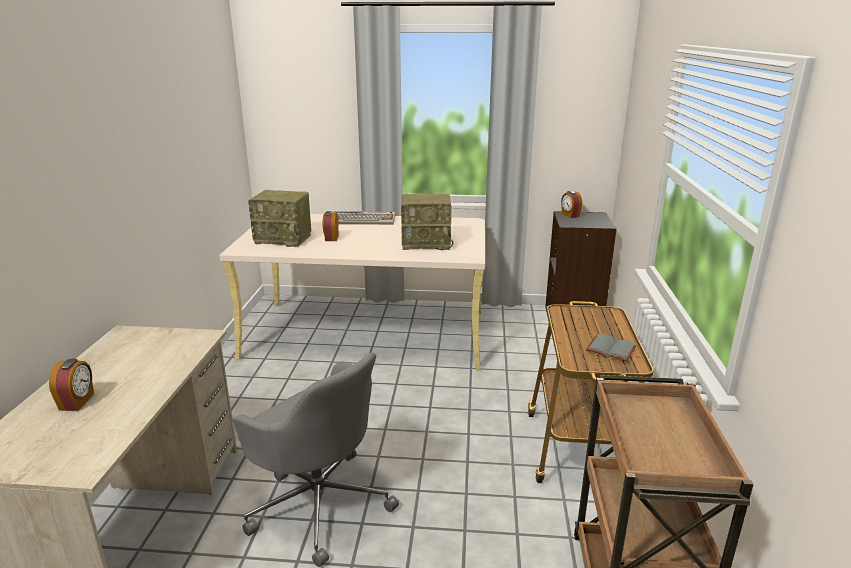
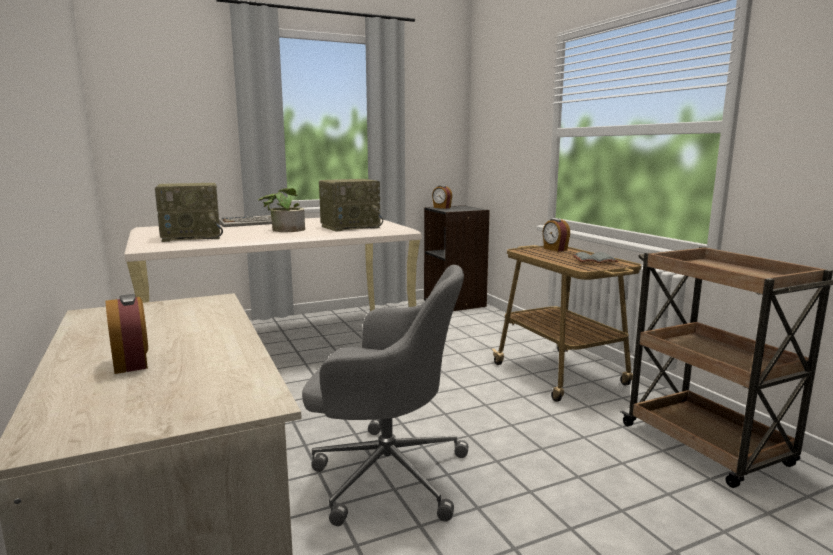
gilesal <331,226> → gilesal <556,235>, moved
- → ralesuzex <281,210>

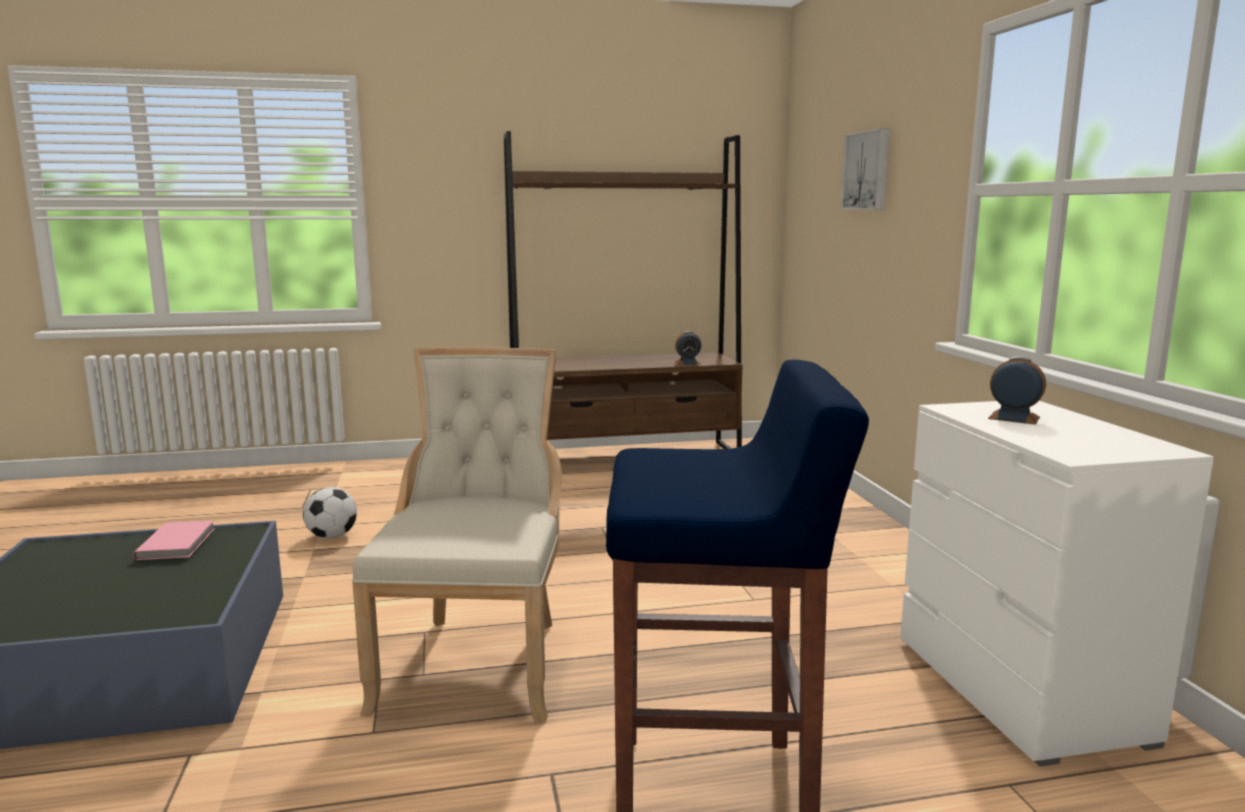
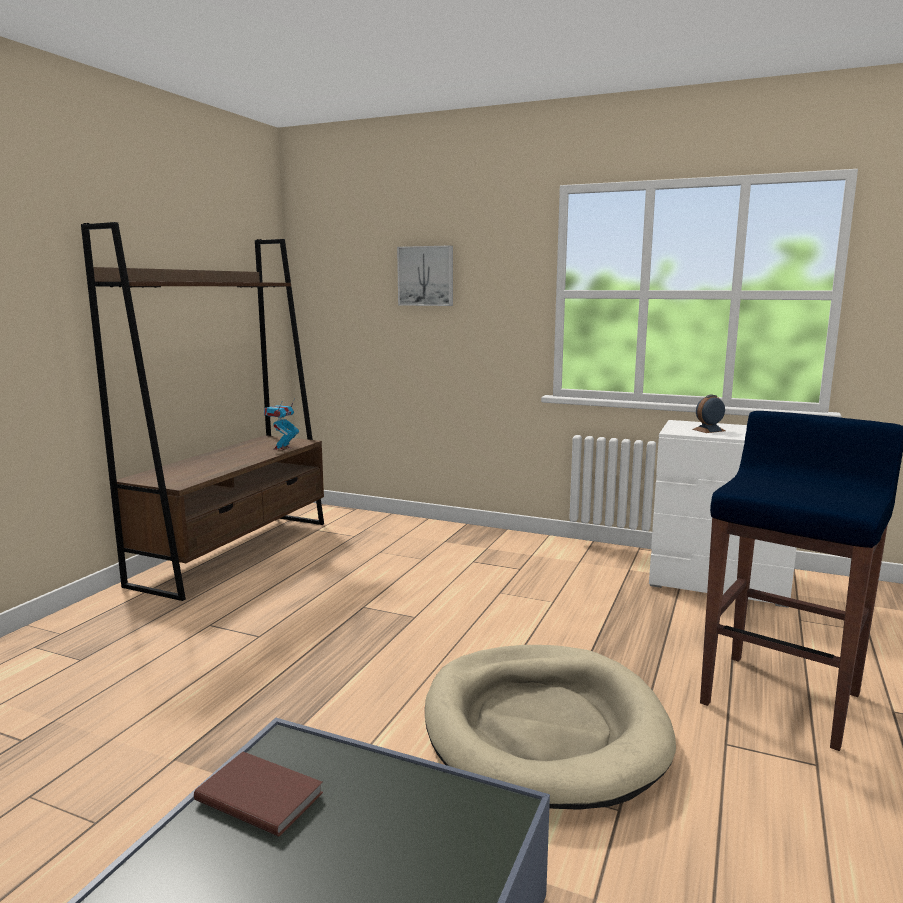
gilesal <688,348> → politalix <281,424>
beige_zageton <457,535> → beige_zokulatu <550,727>
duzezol <330,513> → -
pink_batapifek <174,540> → brown_batapifek <258,794>

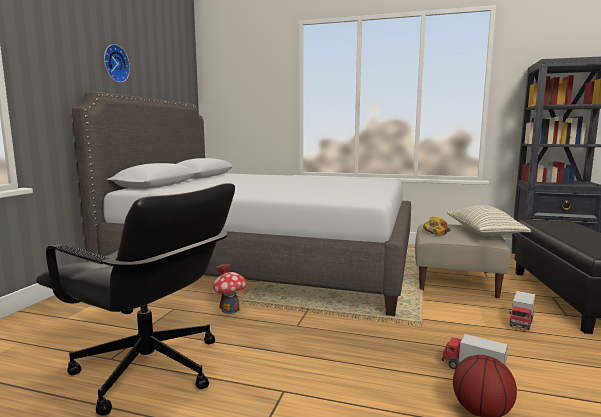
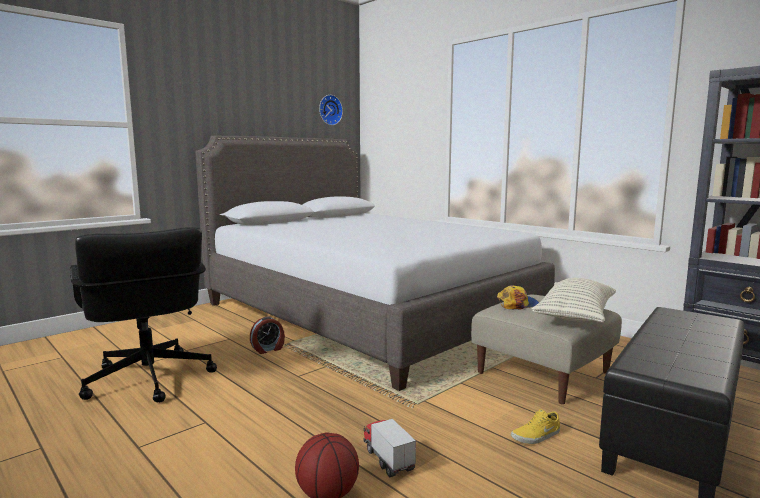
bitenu <117,63> → bitenu <331,110>, moved
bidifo <230,289> → gilesal <267,335>
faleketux <522,310> → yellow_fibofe <535,426>

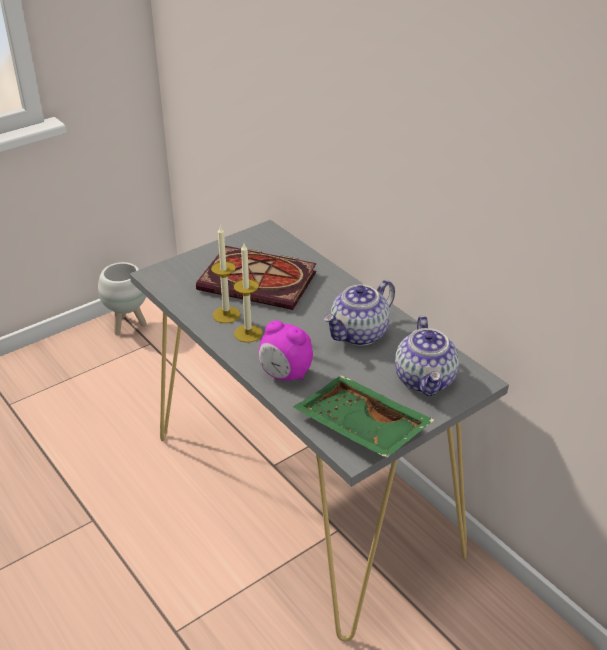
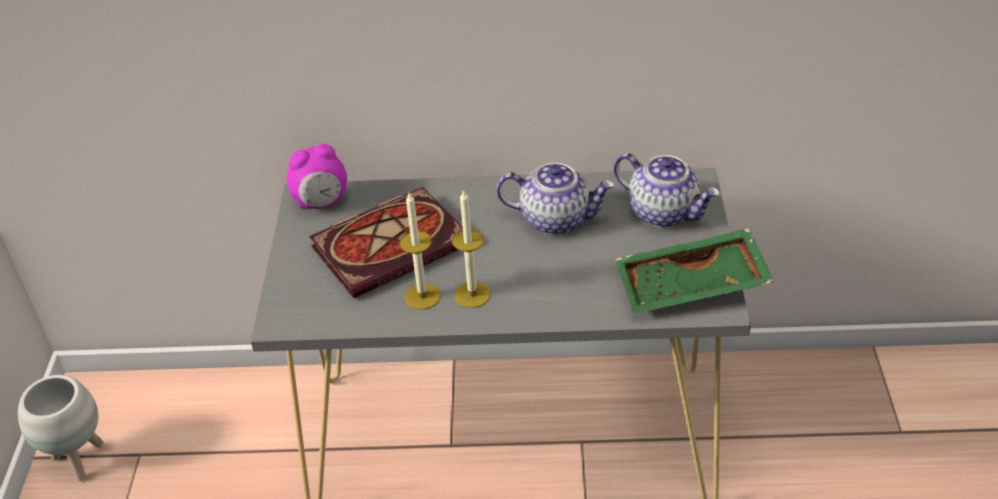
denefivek <359,313> → denefivek <555,199>, 75 degrees counterclockwise
gilesal <285,351> → gilesal <317,176>, moved

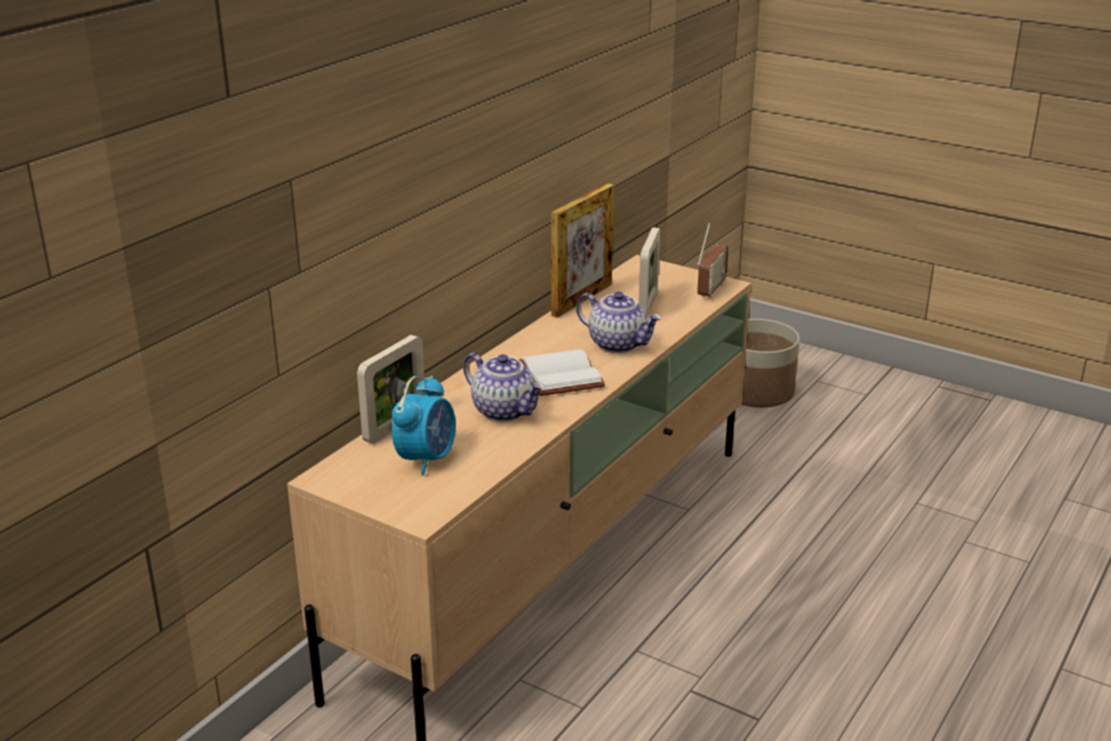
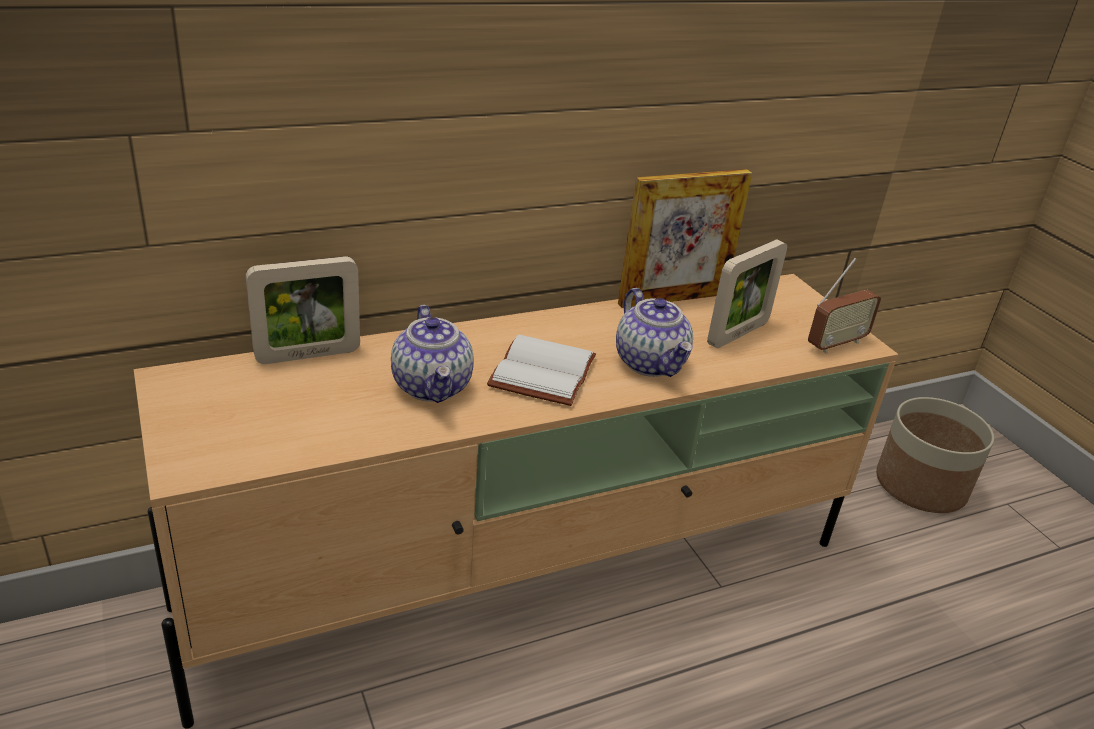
gilesal <424,426> → -

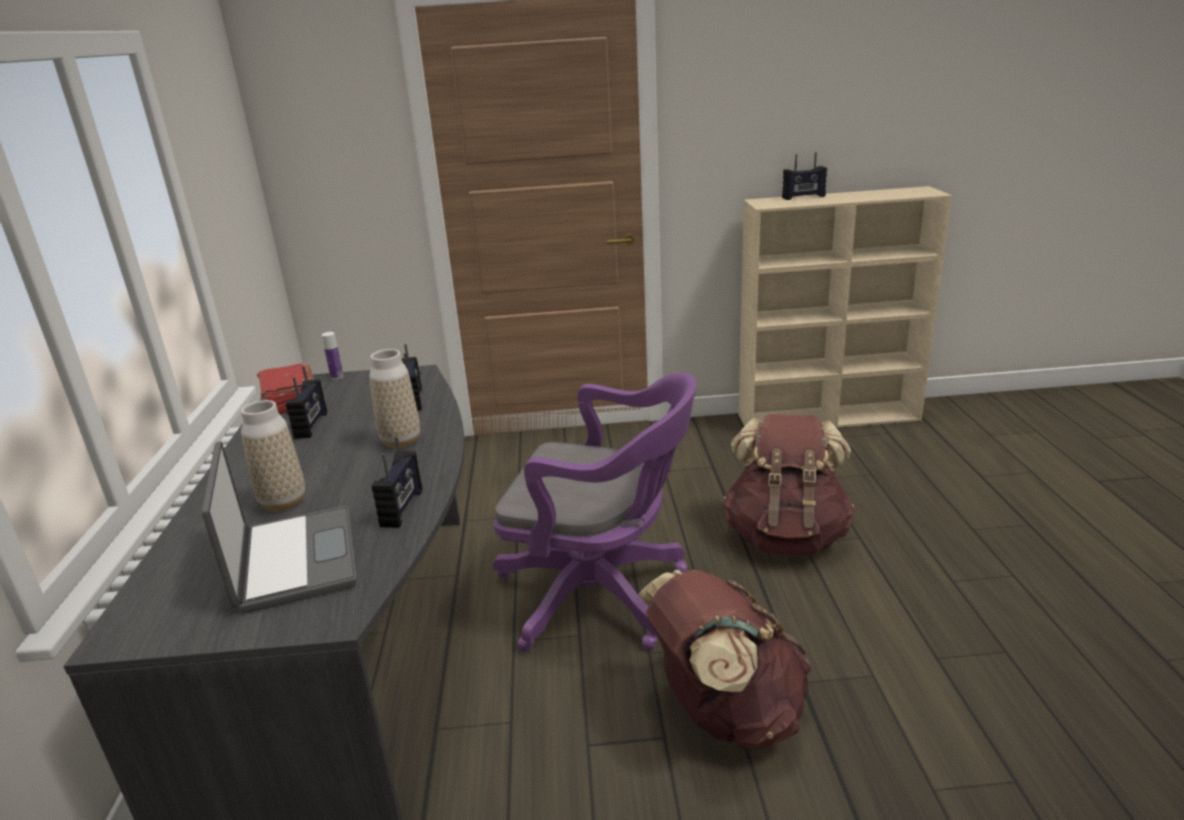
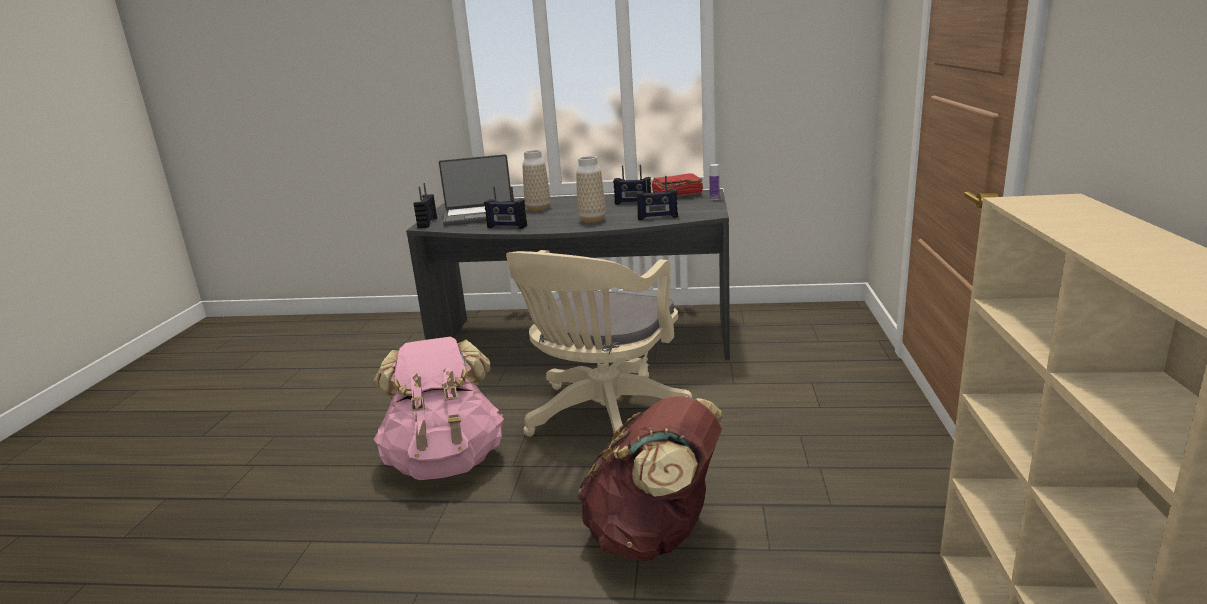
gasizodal <804,176> → gasizodal <425,205>, moved
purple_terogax <594,512> → beige_terogax <599,343>
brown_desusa <725,660> → pink_desusa <439,408>

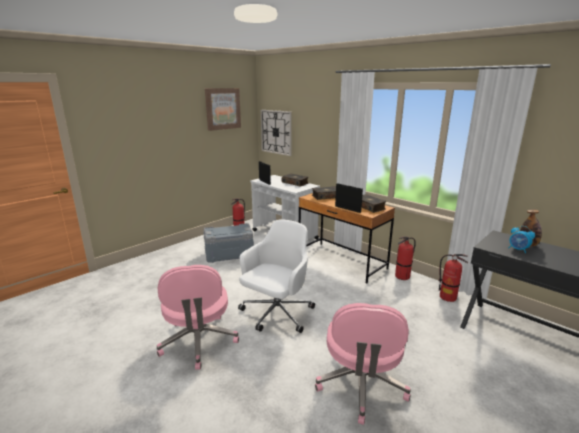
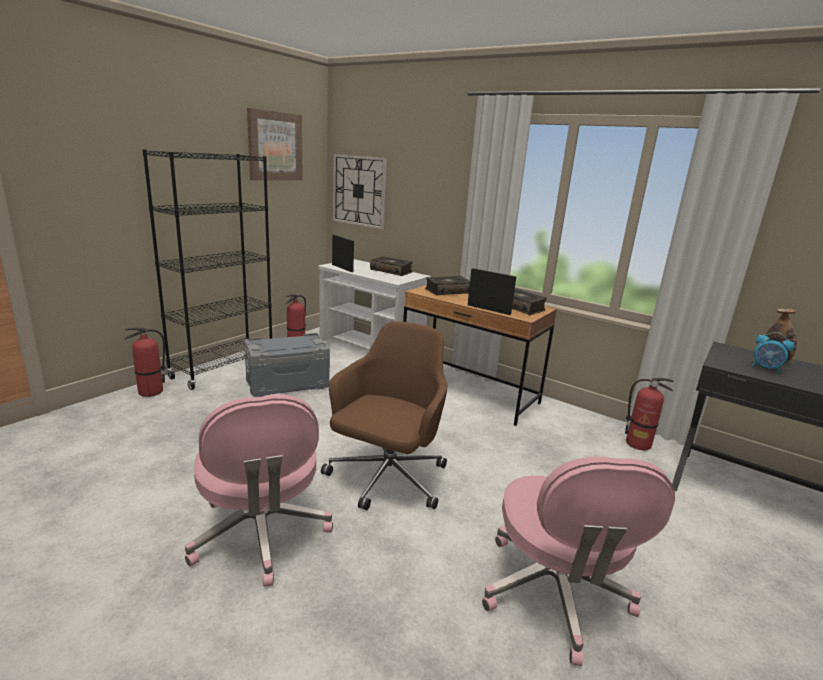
white_terogax <276,276> → brown_terogax <384,415>
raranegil <405,258> → raranegil <145,362>, moved
- → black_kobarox <207,269>

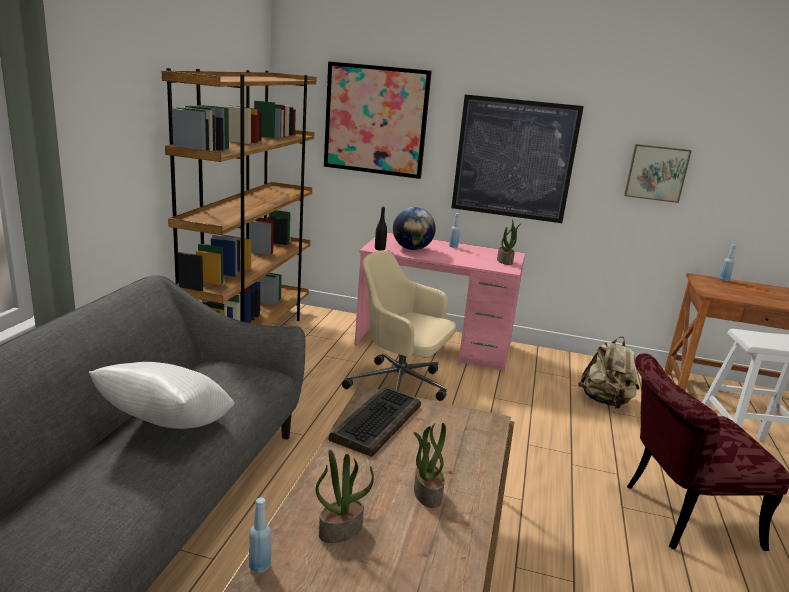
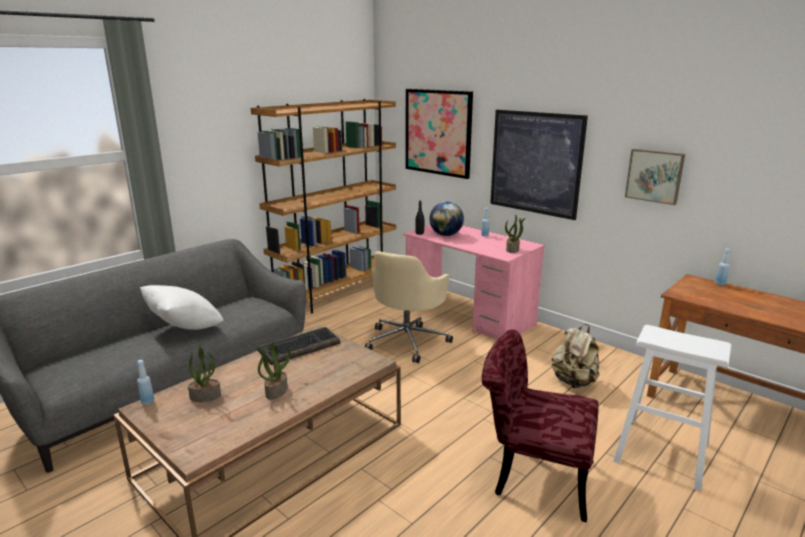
beige_terogax <399,325> → beige_terogax <409,307>, 120 degrees counterclockwise

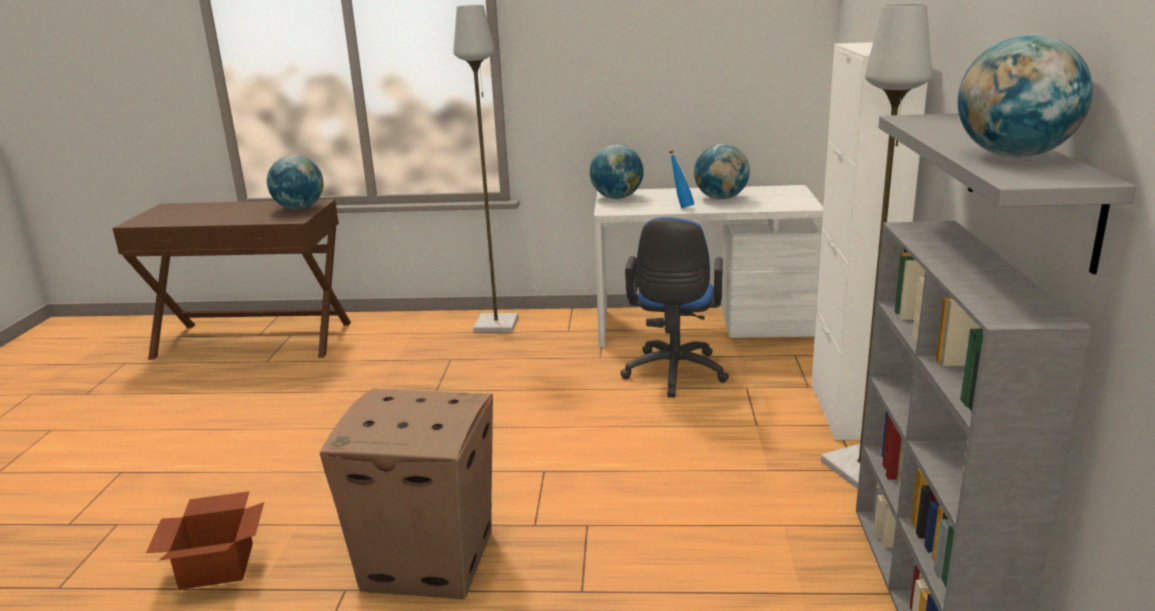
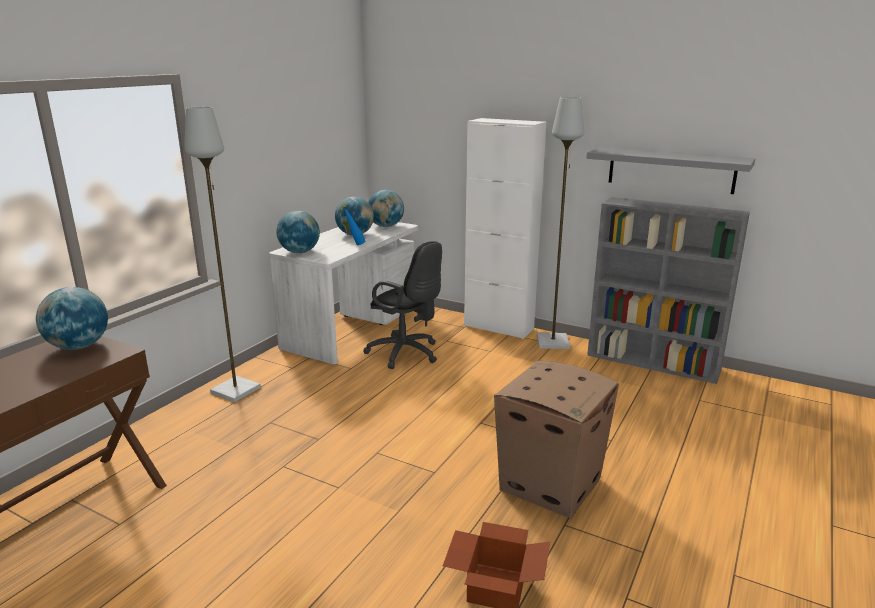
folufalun <1025,96> → folufalun <386,208>, moved
blue_terogax <674,307> → black_terogax <402,305>

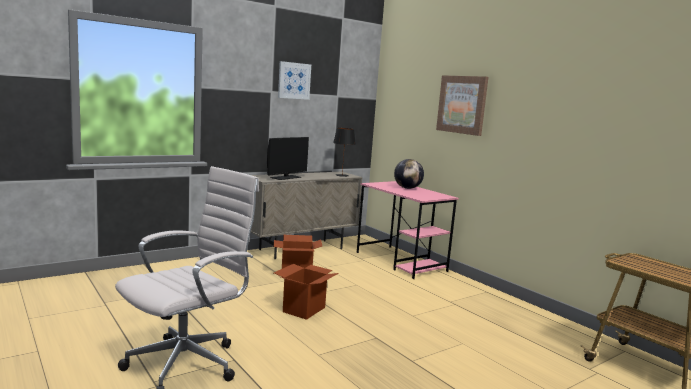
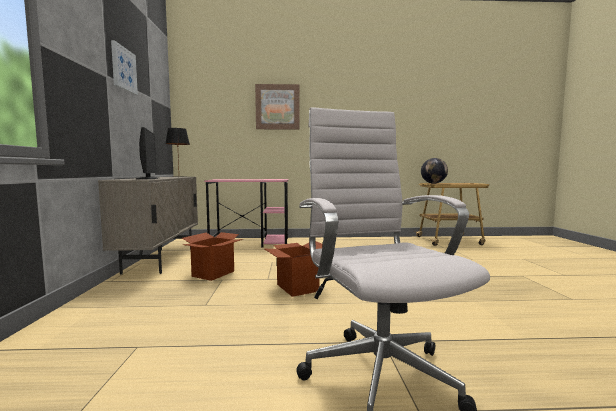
folufalun <409,174> → folufalun <434,171>, moved

